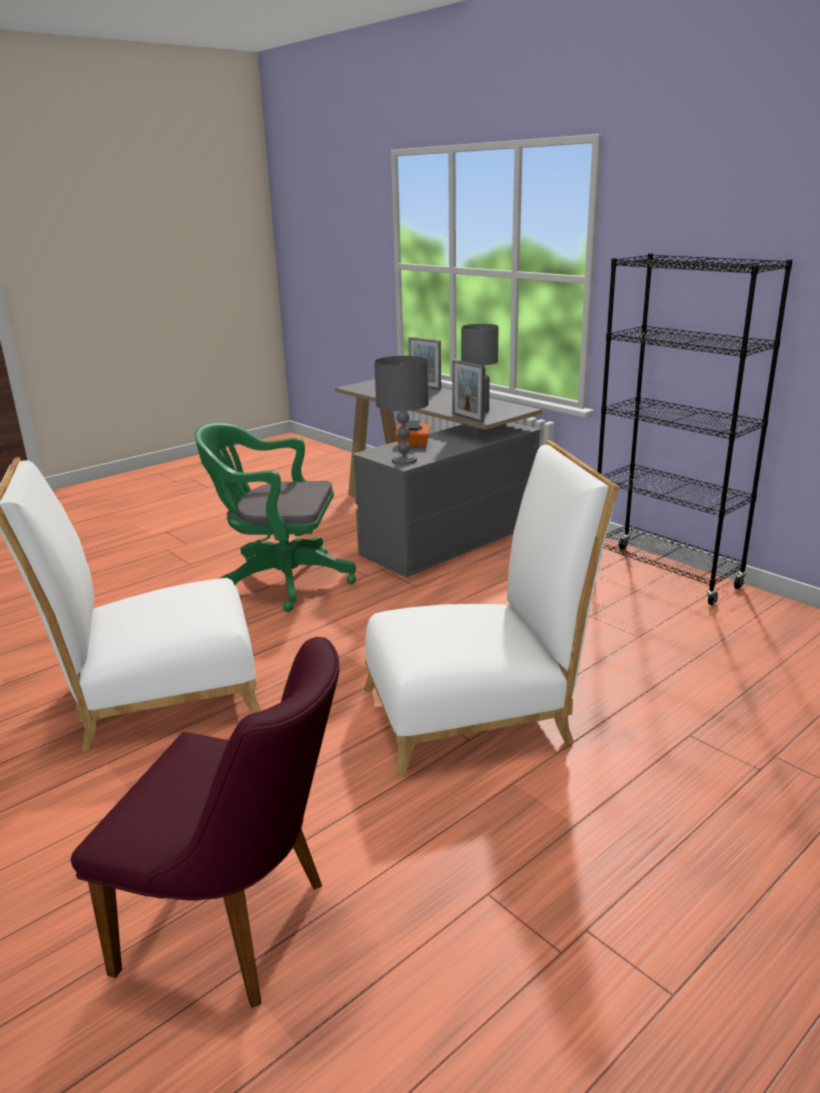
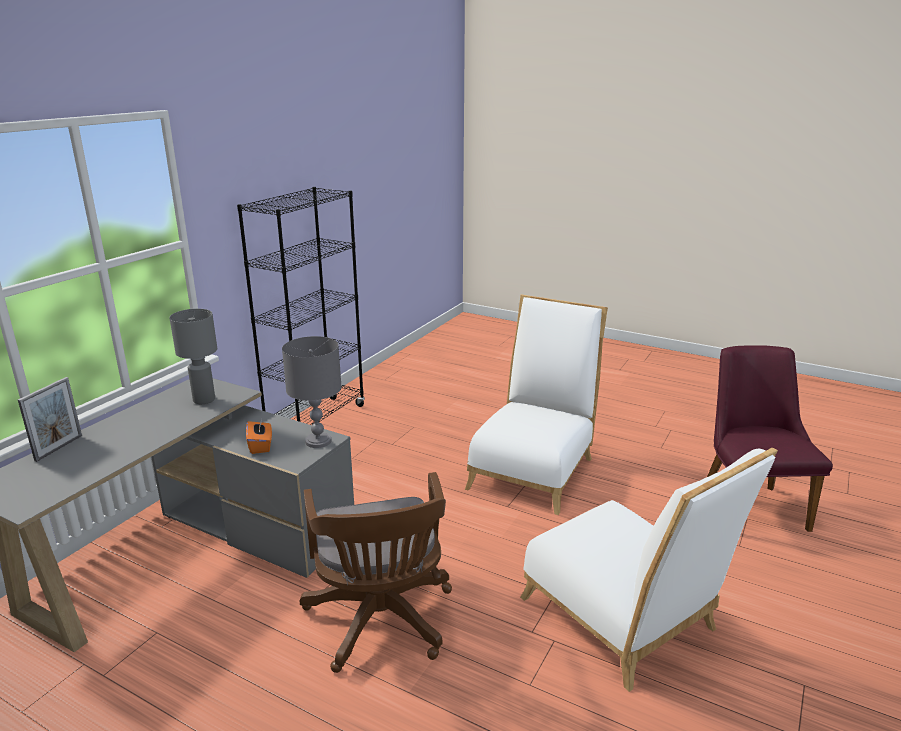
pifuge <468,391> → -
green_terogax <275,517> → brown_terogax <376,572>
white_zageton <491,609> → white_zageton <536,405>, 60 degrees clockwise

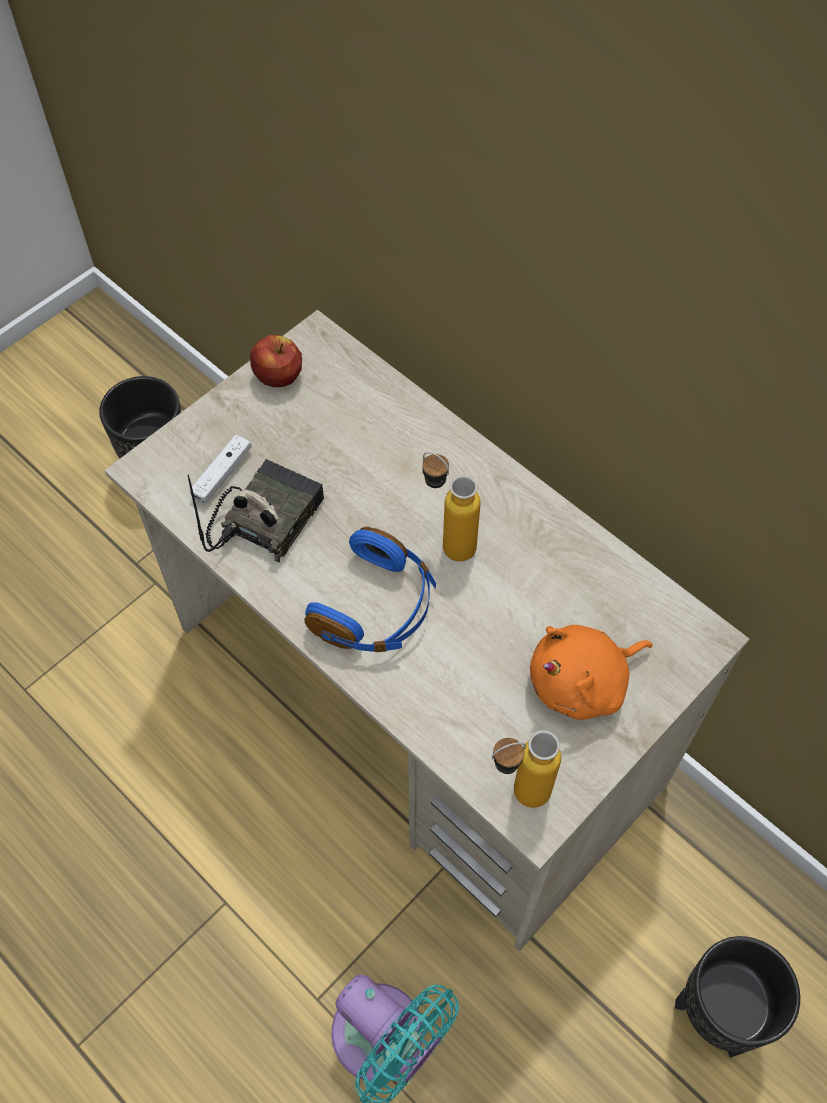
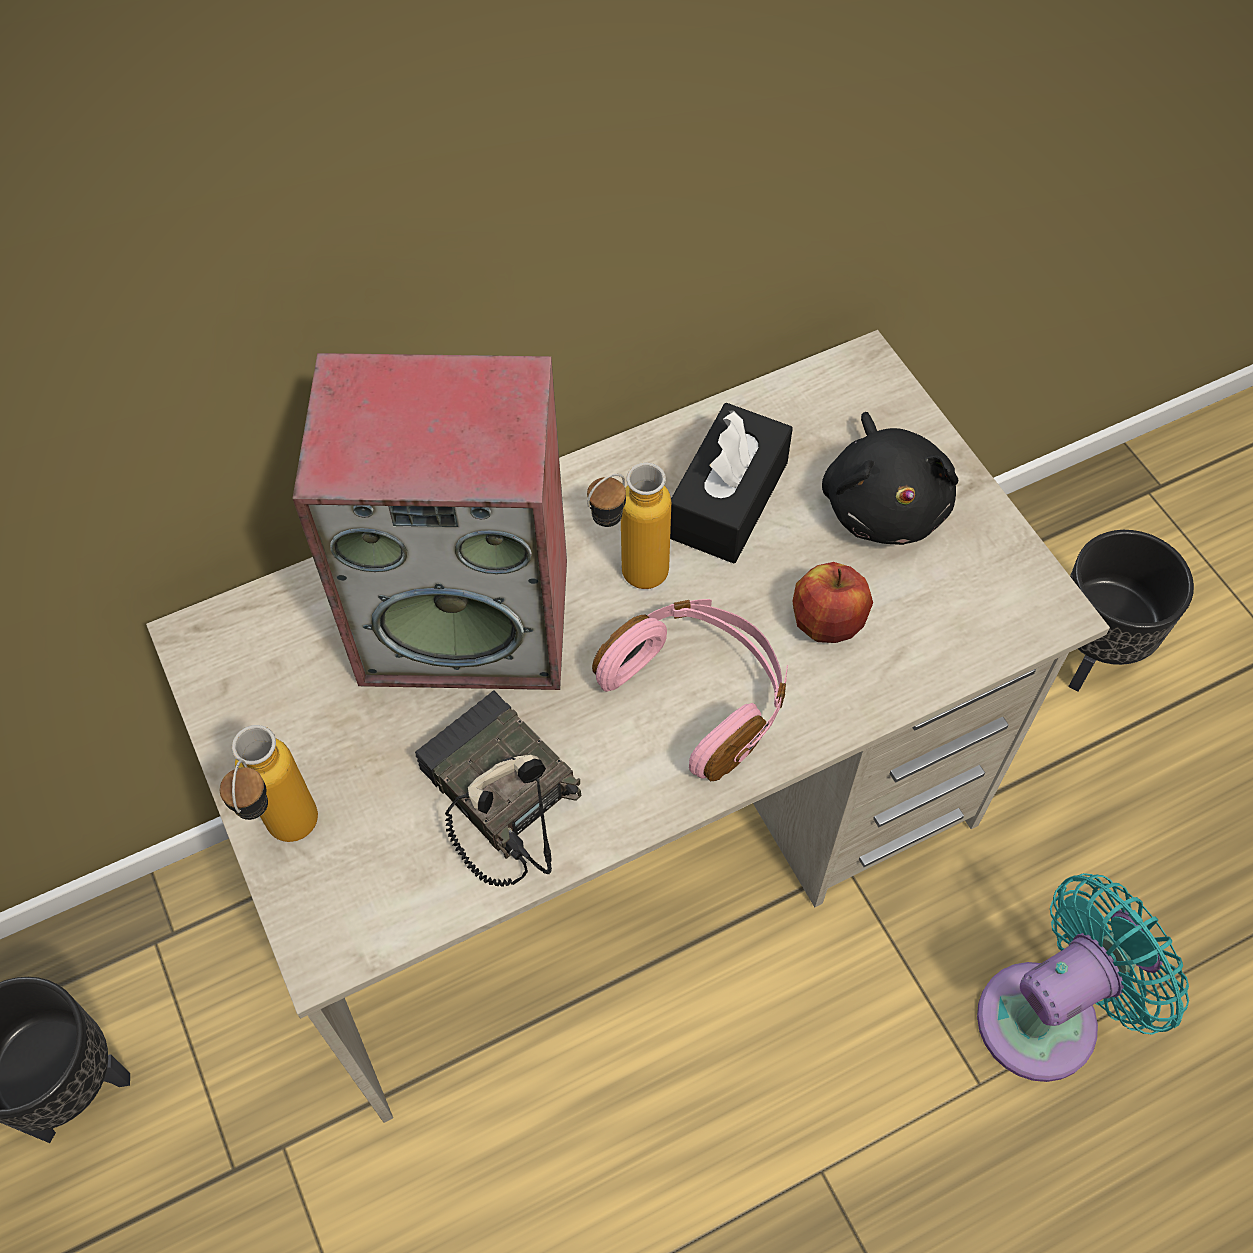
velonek <276,361> → velonek <832,602>, moved
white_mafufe <221,470> → -
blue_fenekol <370,589> → pink_fenekol <690,690>
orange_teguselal <591,672> → black_teguselal <890,478>
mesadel <526,769> → mesadel <268,783>, moved
- → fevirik <429,521>
- → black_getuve <731,483>

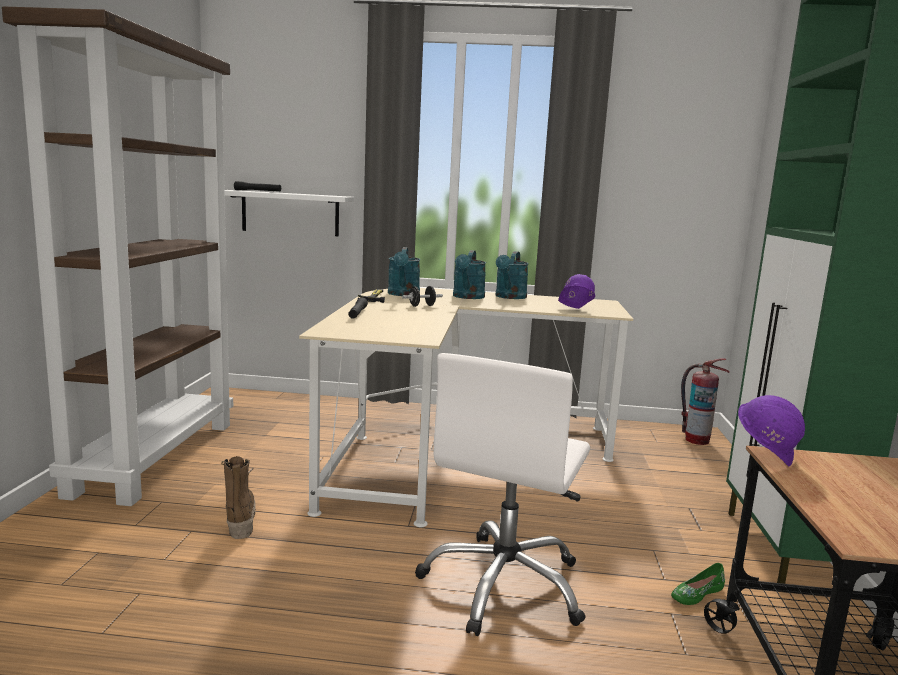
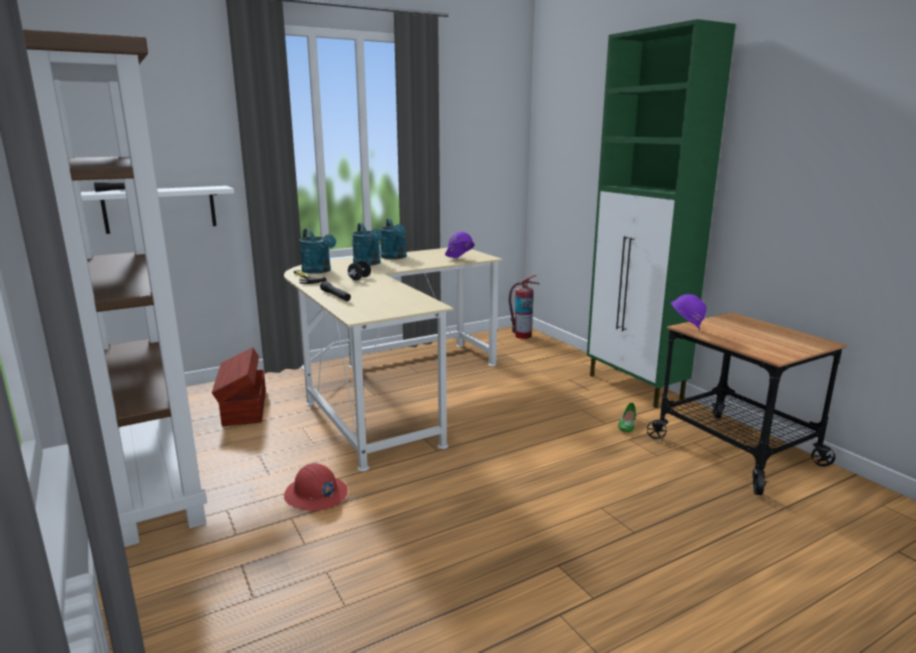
white_terogax <502,494> → -
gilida <238,497> → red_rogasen <316,487>
- → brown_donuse <239,386>

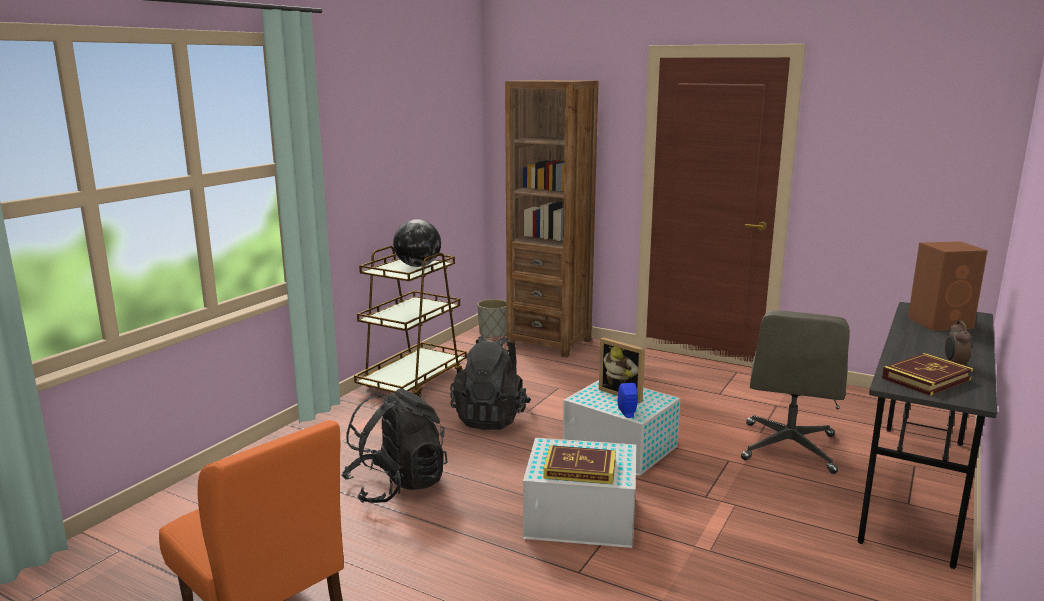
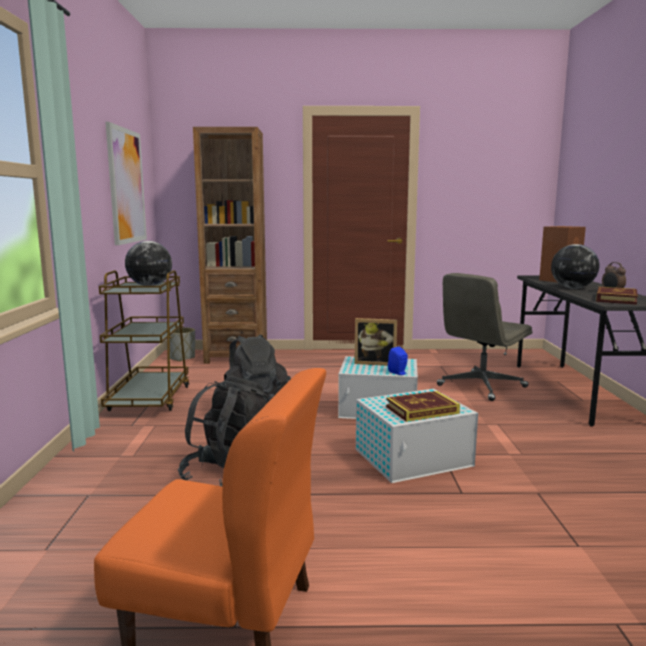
grey_terogax <795,392> → grey_terogax <485,337>, 60 degrees clockwise
- → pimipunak <126,183>
- → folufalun <575,266>

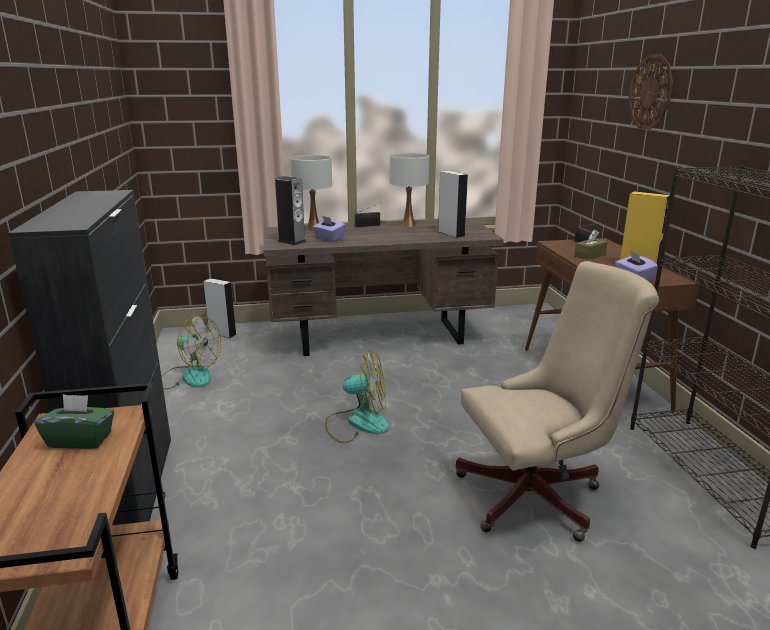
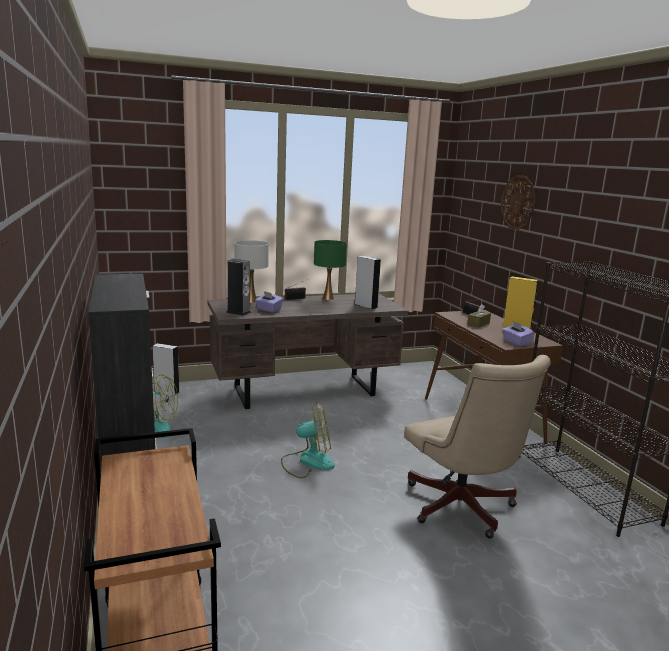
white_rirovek <409,190> → green_rirovek <330,270>
beige_terogax <557,401> → beige_terogax <477,446>, 90 degrees clockwise
green_getuve <74,421> → -

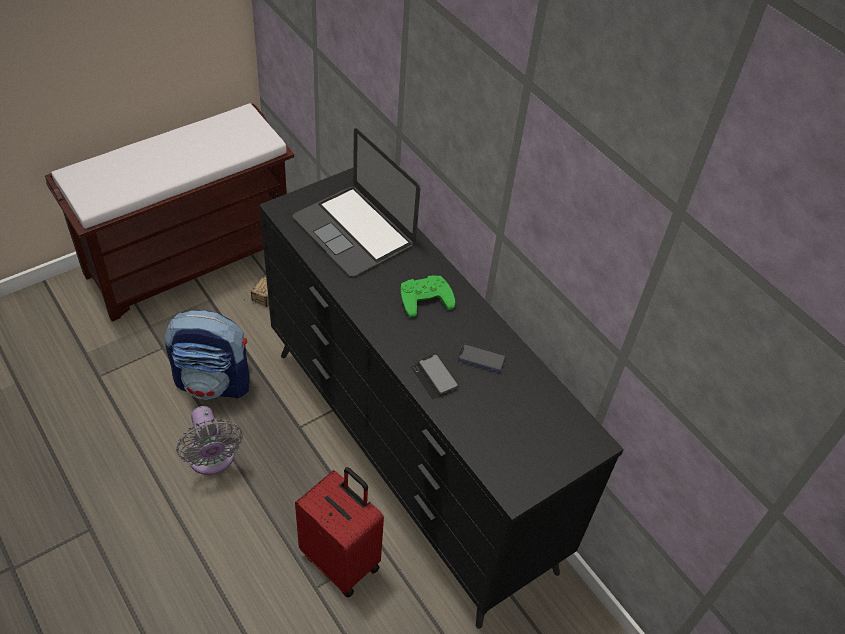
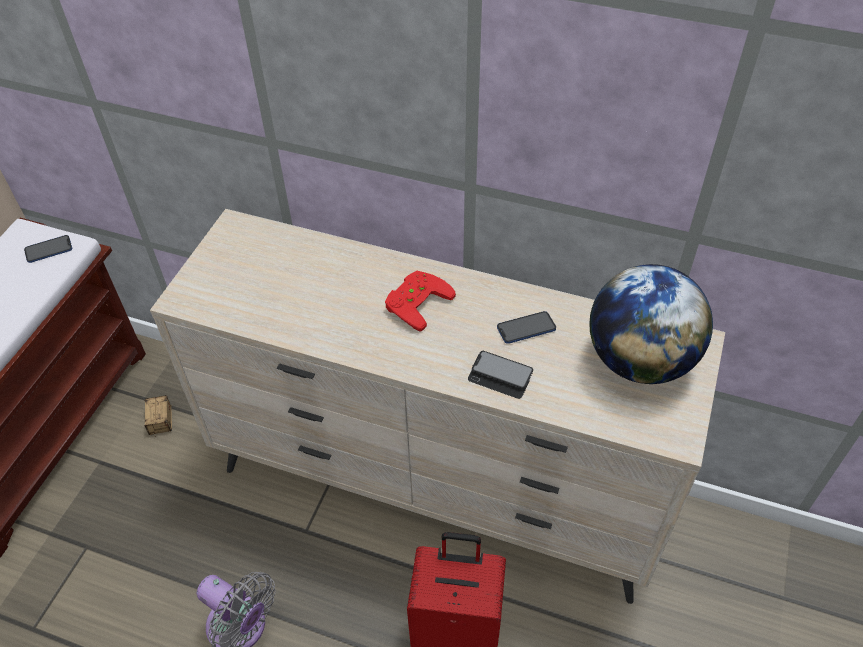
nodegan <356,202> → -
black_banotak <441,398> → beige_banotak <437,406>
green_mafufe <428,296> → red_mafufe <420,301>
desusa <207,354> → -
- → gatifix <48,249>
- → folufalun <651,324>

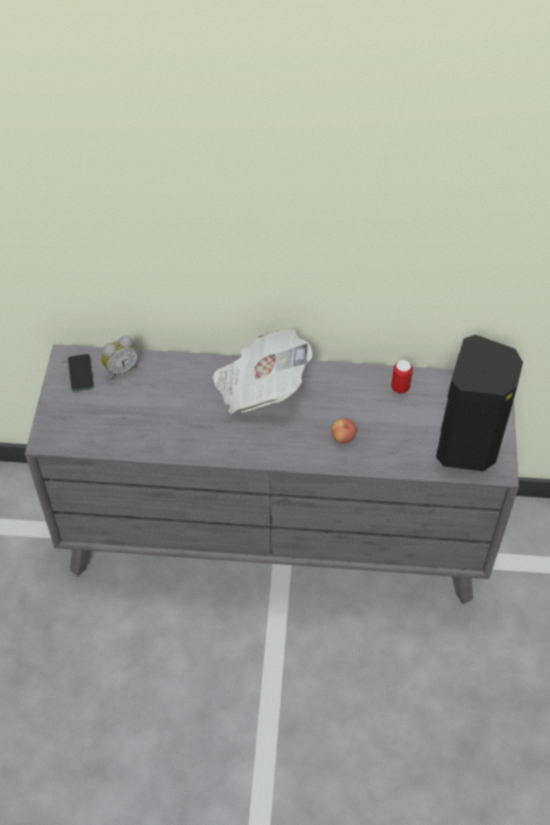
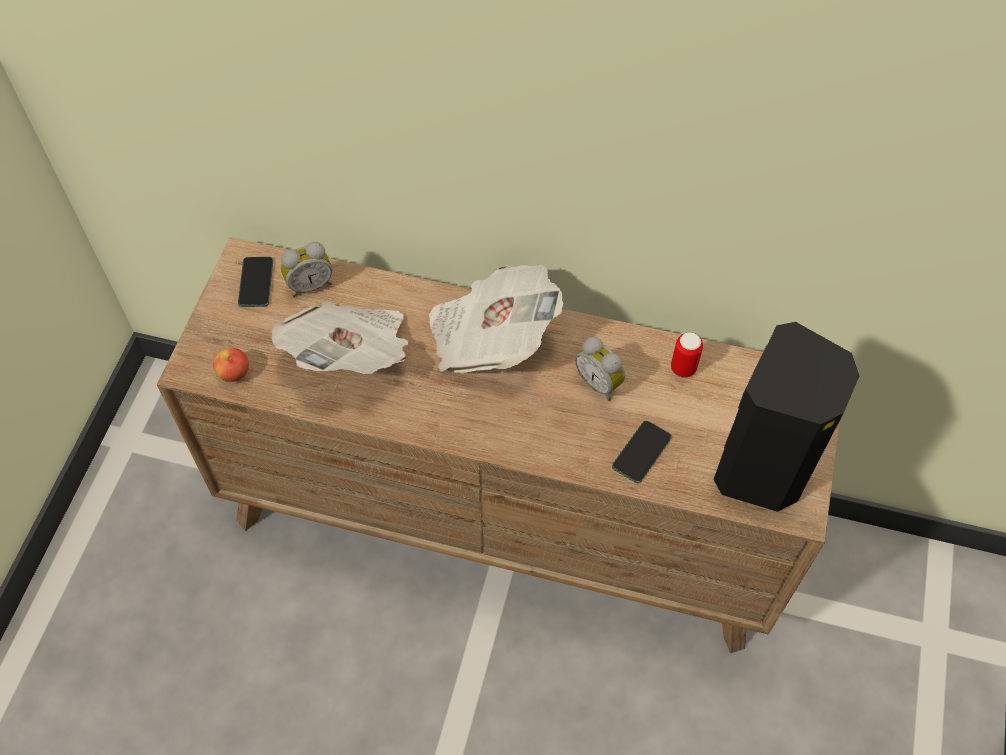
grey_banotak <272,474> → brown_banotak <498,445>
velonek <344,431> → velonek <231,365>, moved
- → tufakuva <340,338>
- → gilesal <600,369>
- → gatifix <642,452>

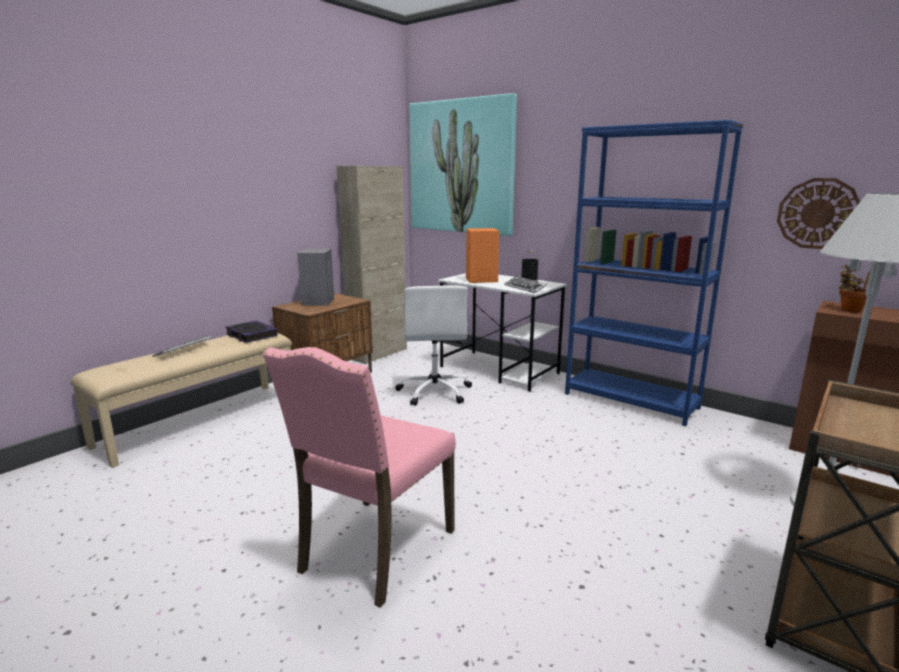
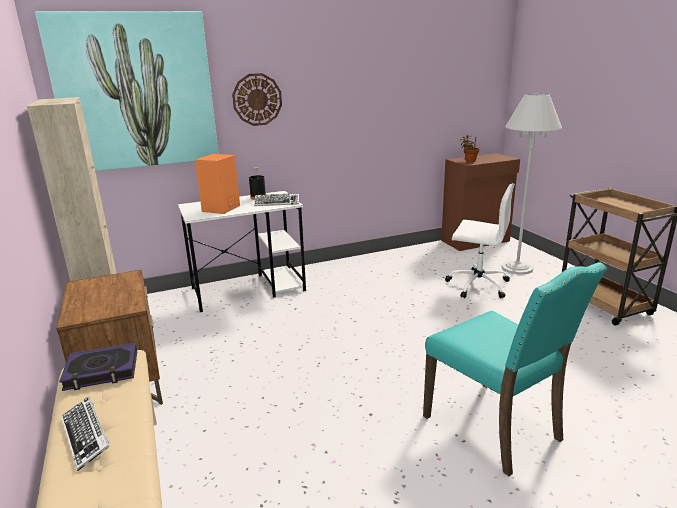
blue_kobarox <654,273> → -
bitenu <818,213> → bitenu <257,99>, moved
grey_fevirik <315,277> → -
white_terogax <433,346> → white_terogax <480,240>, moved
pink_zageton <359,477> → turquoise_zageton <515,369>

